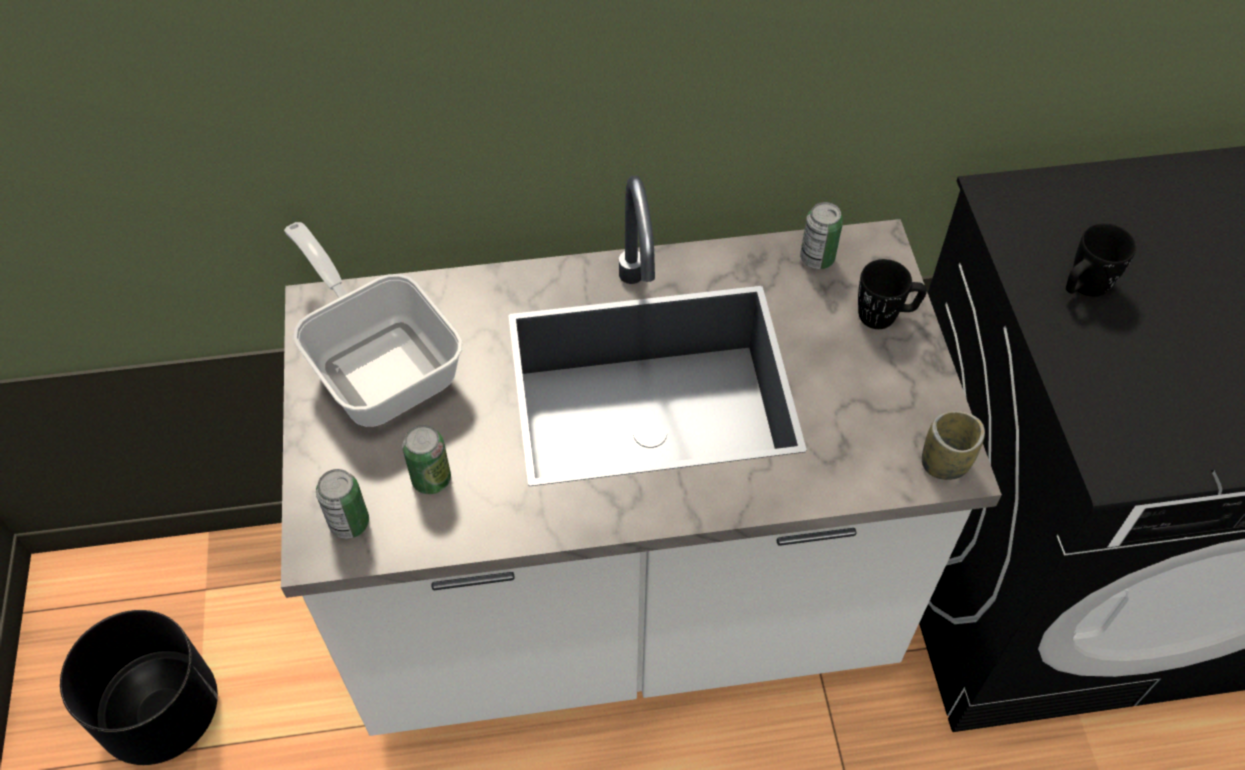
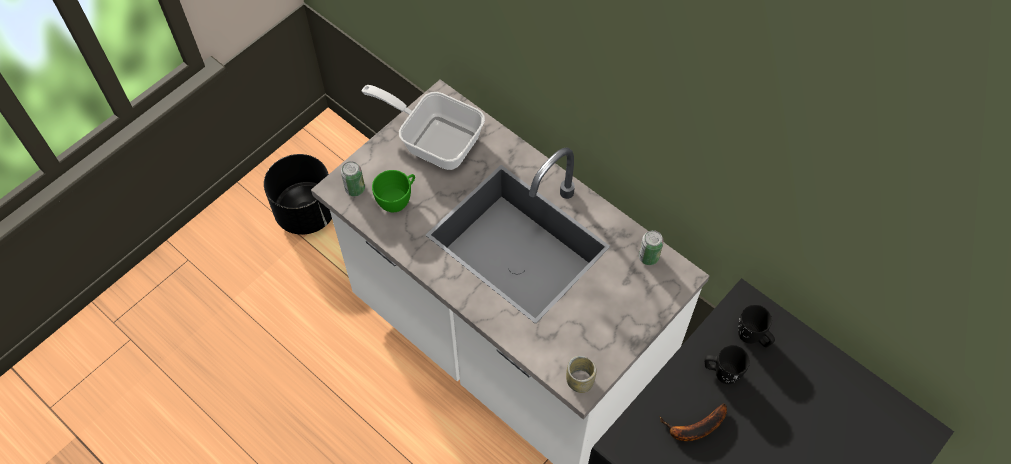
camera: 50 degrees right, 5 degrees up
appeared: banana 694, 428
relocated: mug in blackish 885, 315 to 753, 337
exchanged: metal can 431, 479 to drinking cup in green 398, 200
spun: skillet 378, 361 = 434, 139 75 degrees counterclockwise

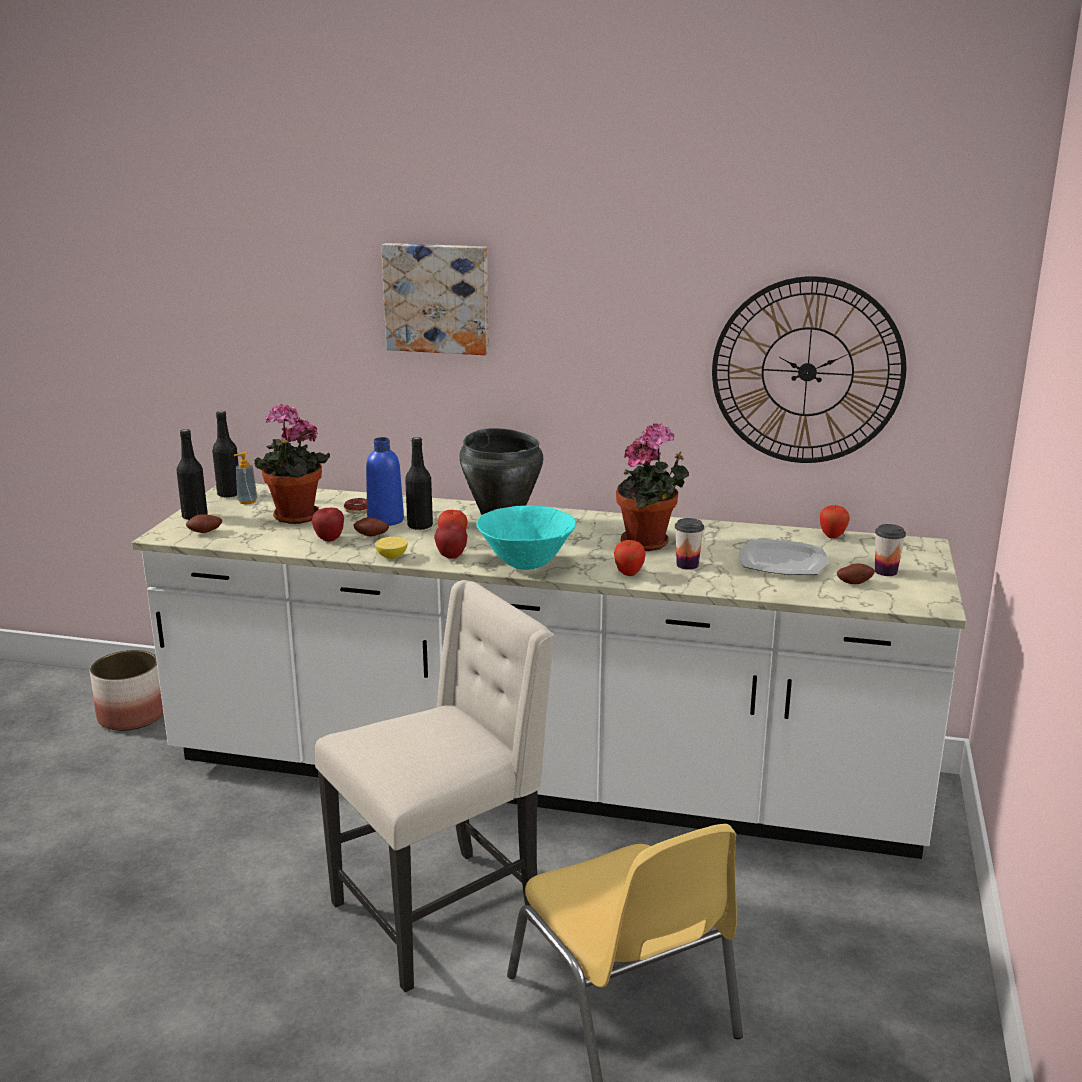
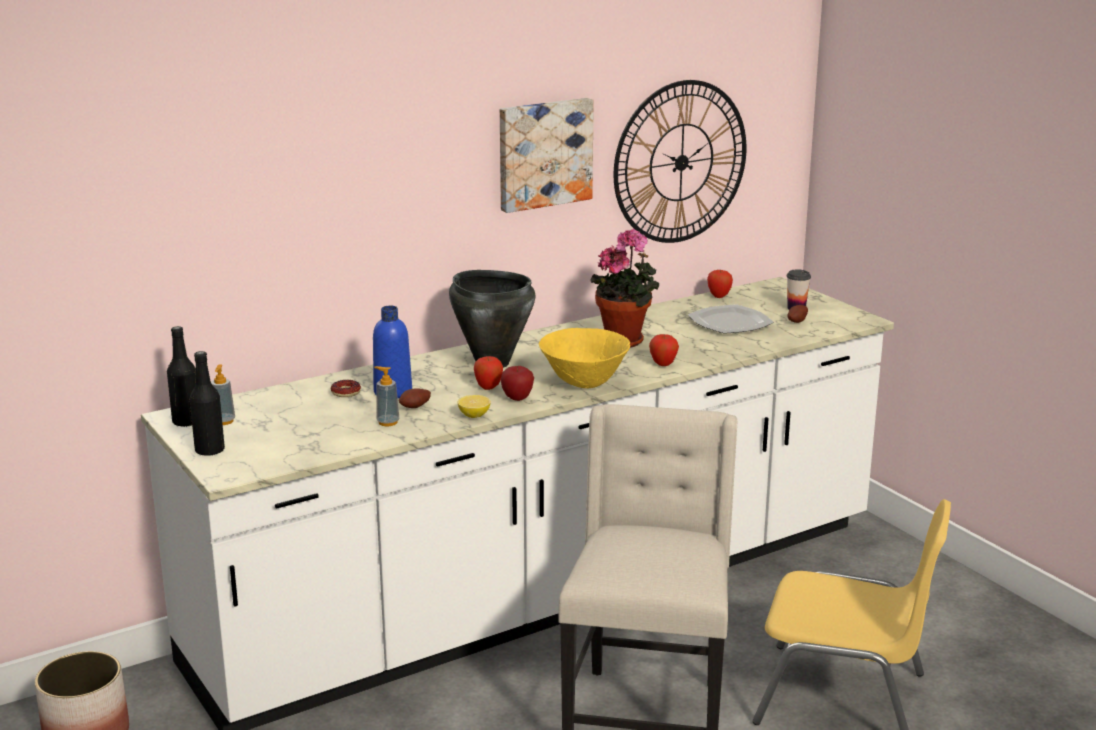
camera: 45 degrees left, 0 degrees up
missing: spud 205, 533; houseplant 294, 518; drink bottle in blackish 420, 526; drinking cup 687, 565
relocated: wall art 437, 298 to 543, 153
exchanged: whole apple 329, 539 to soap dispenser 387, 422
colour: serving bowl in turquoise 527, 565 to serving bowl in yellowish 584, 384

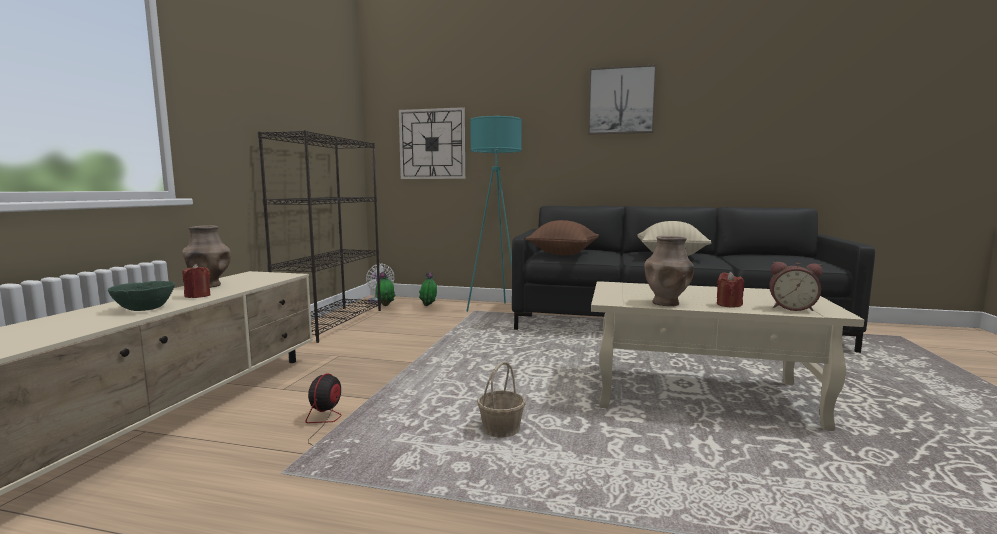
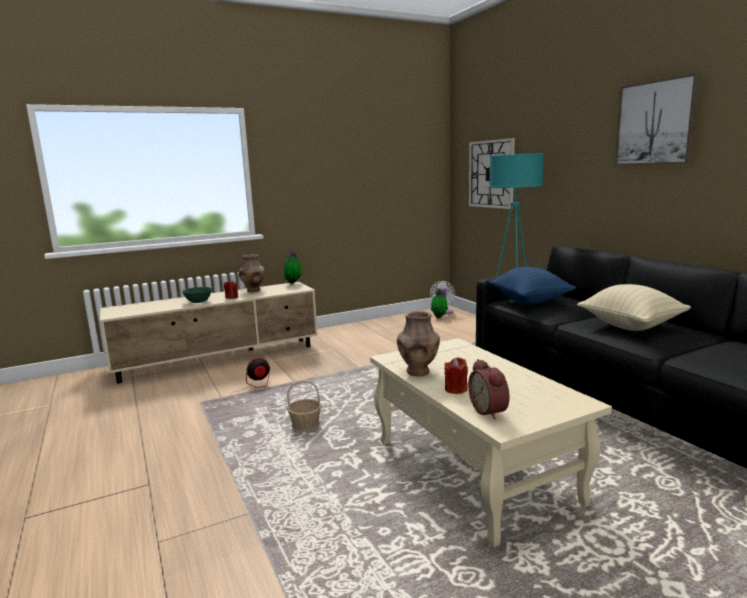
camera: 50 degrees right, 5 degrees up
missing: shelving unit in blackish 332, 323
relocated: houseplant 429, 306 to 293, 284
colour: pillow in brown 562, 254 to pillow in bluish 530, 302

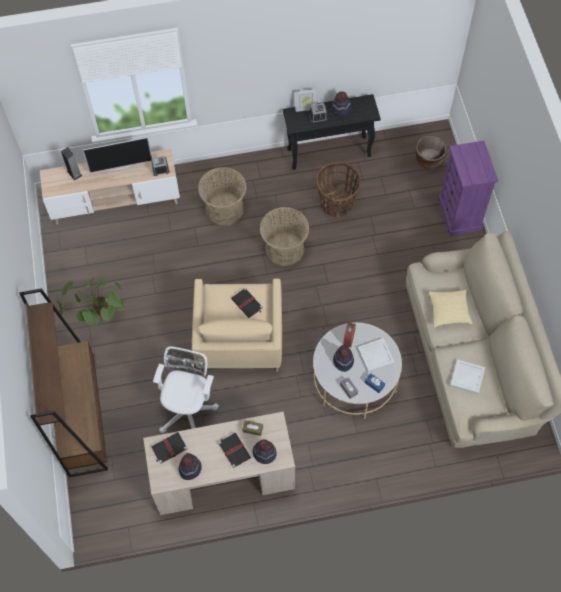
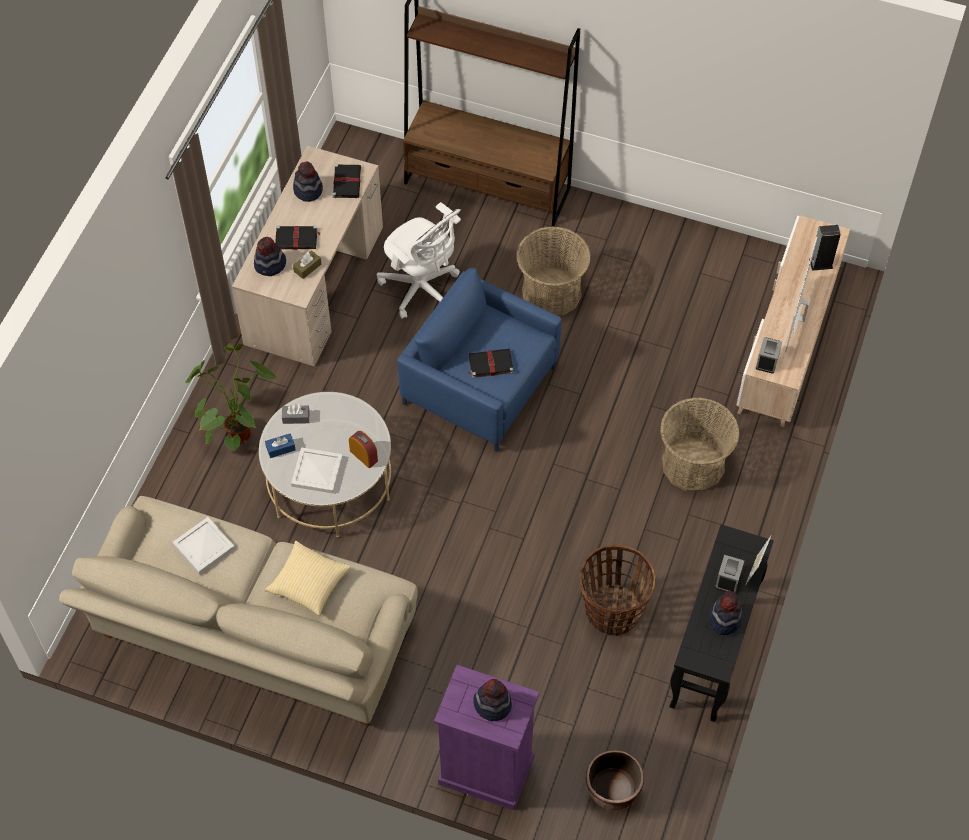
camera: 120 degrees right, 5 degrees down
relocated: houseplant 98, 316 to 235, 426; household basket 284, 248 to 551, 293; clothing hat 343, 361 to 492, 704
colour: easy chair in beige-coloured 239, 337 to easy chair in bluish 480, 385

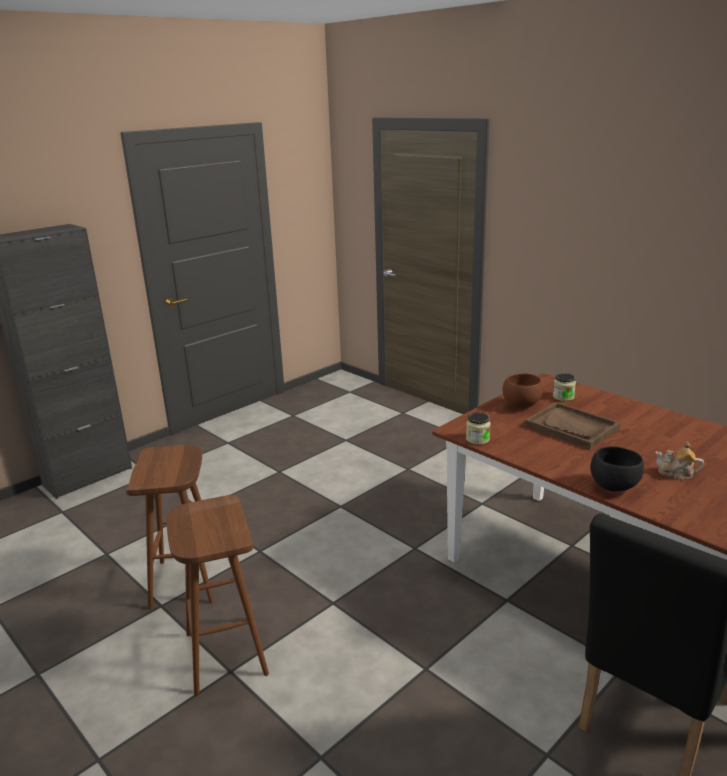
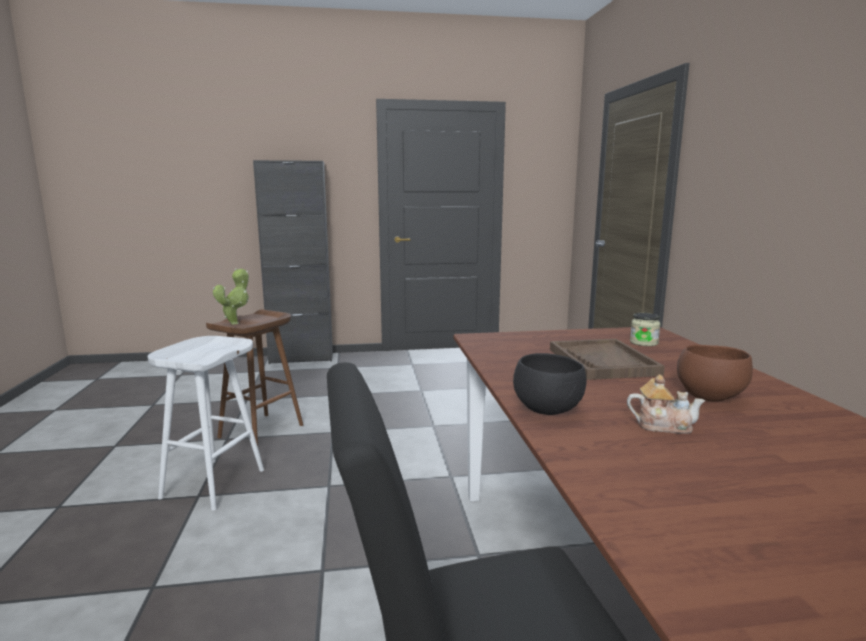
camera: 35 degrees right, 10 degrees down
missing: storage jar 477, 439
appeared: houseplant 236, 323
relocated: serving bowl in brown 520, 405 to 708, 396
colour: sitting stool in brown 224, 653 to sitting stool in white-coloured 213, 483
spun: tea pot 676, 474 = 662, 425 135 degrees clockwise

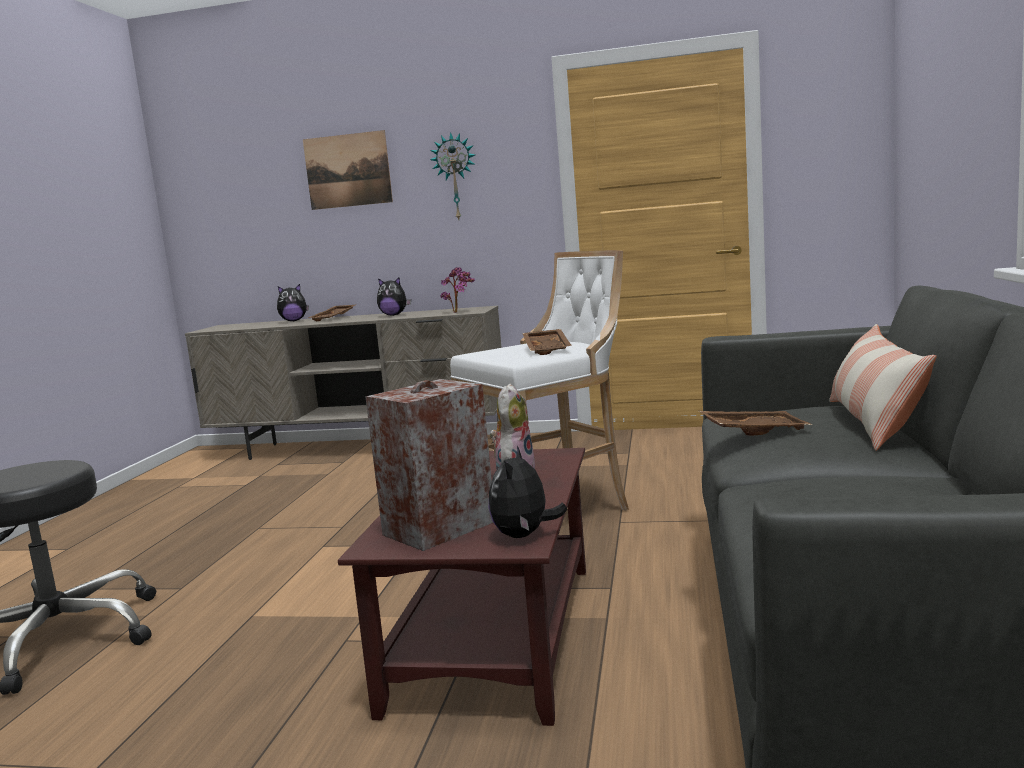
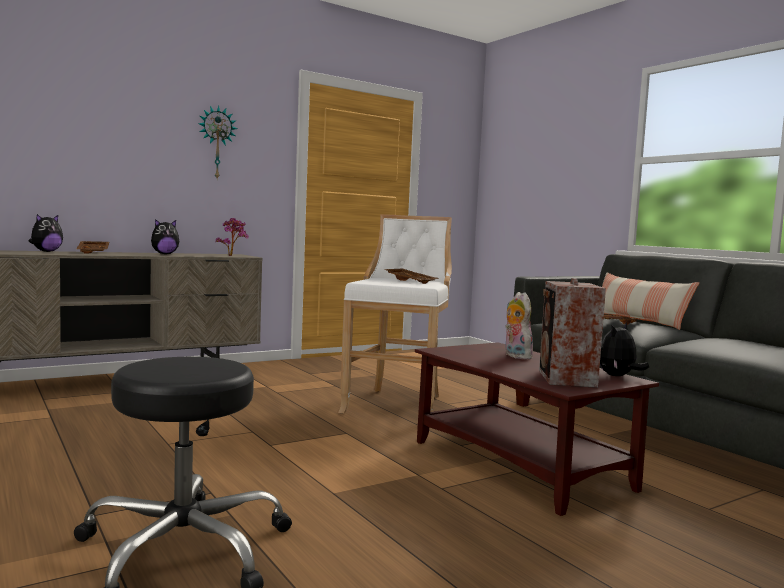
camera: 45 degrees left, 5 degrees down
missing: wall art 348, 170
spun: cuddly toy 524, 535 = 618, 376 75 degrees clockwise

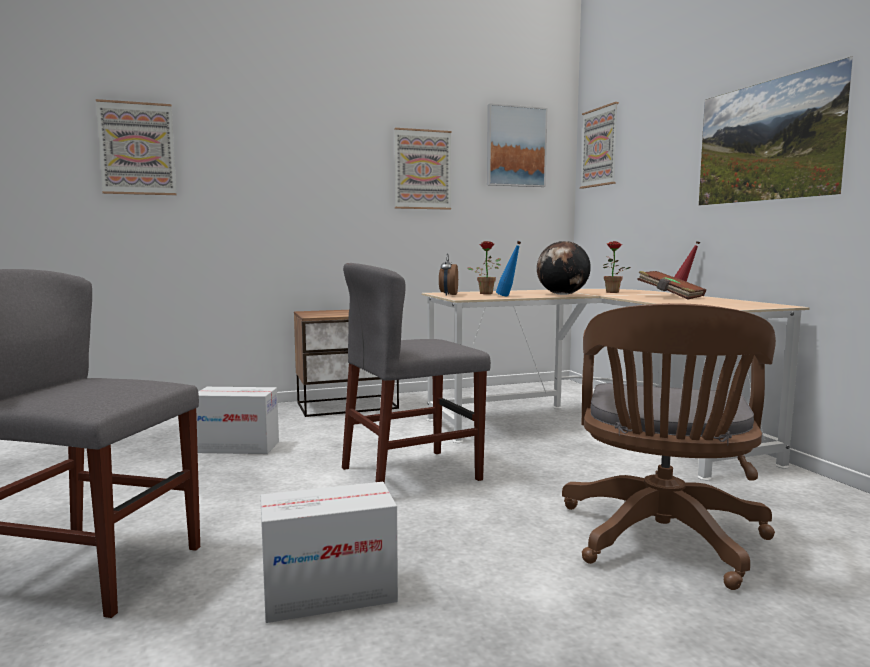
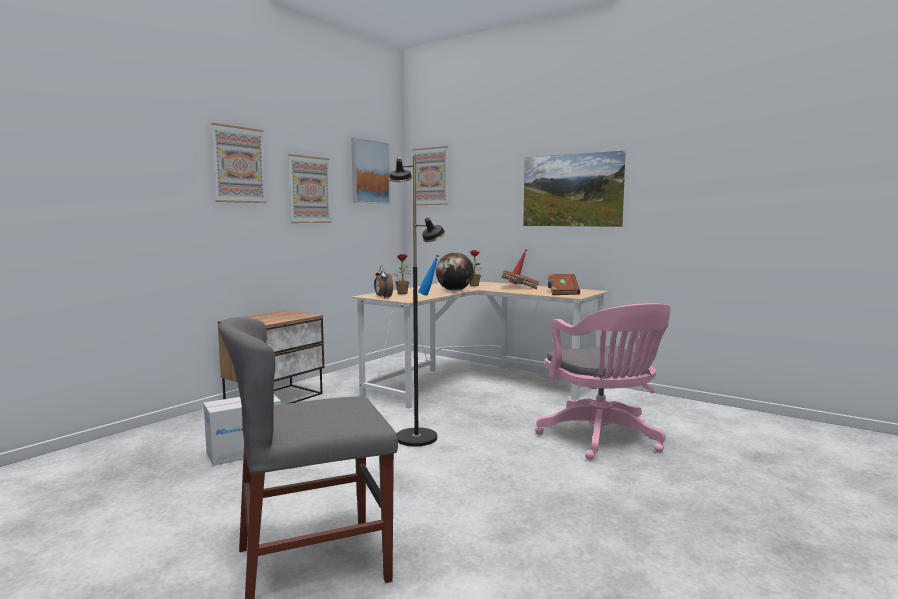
camera: 35 degrees left, 0 degrees up
missing: cardboard box 329, 594
appeared: volume in brown 562, 293
relocated: wall art 137, 149 to 239, 165
exchanged: upright chair in greyish 411, 474 to standing lamp in blackish 416, 438
colour: desk chair in brown 662, 541 to desk chair in pink-coloured 603, 439

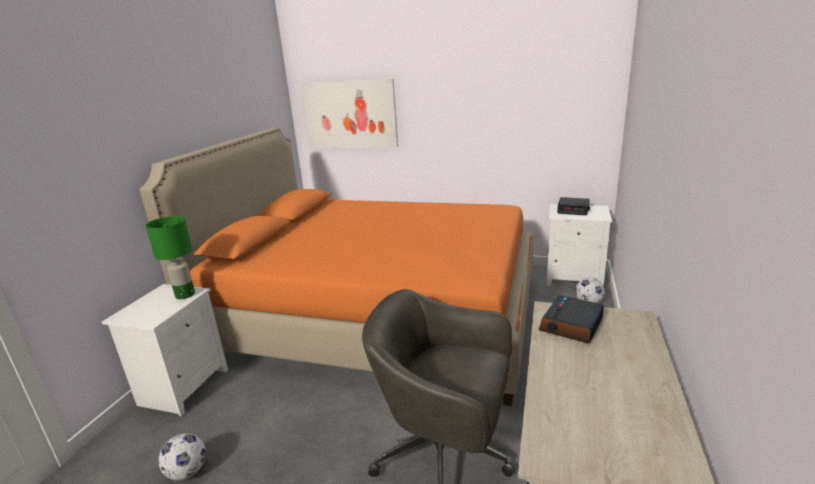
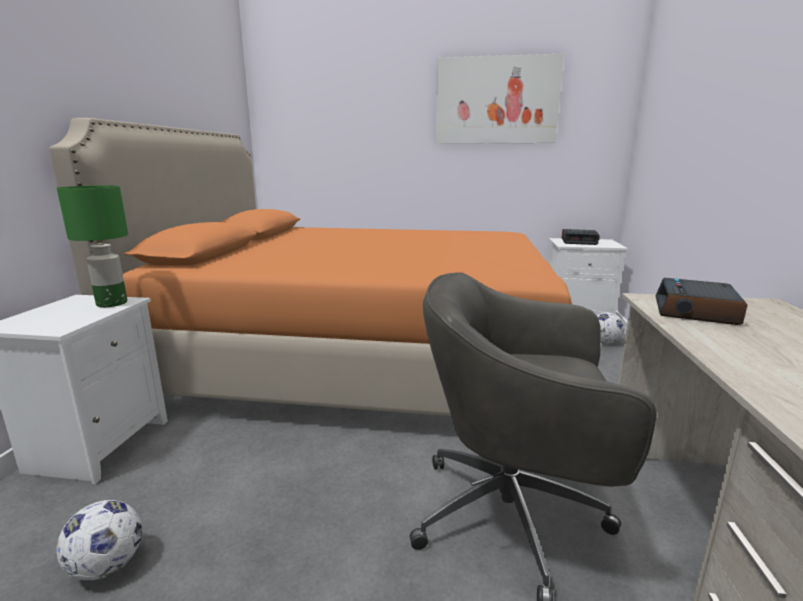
camera: 10 degrees left, 5 degrees down
relocated: wall art 350, 114 to 496, 101

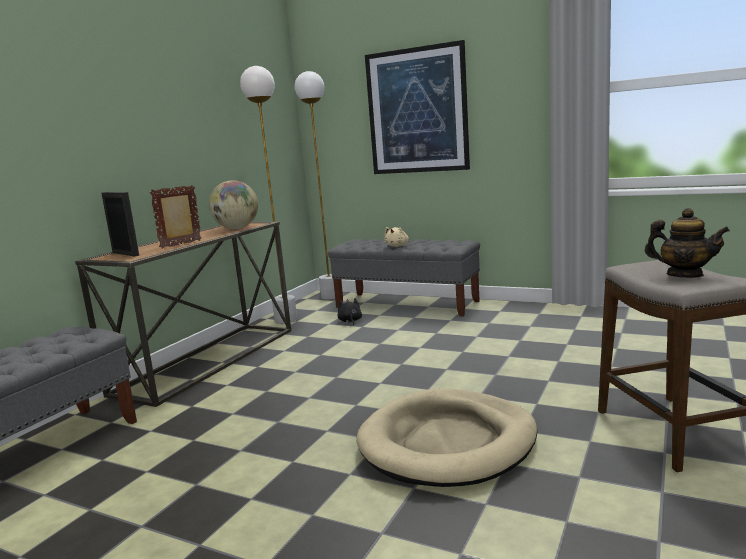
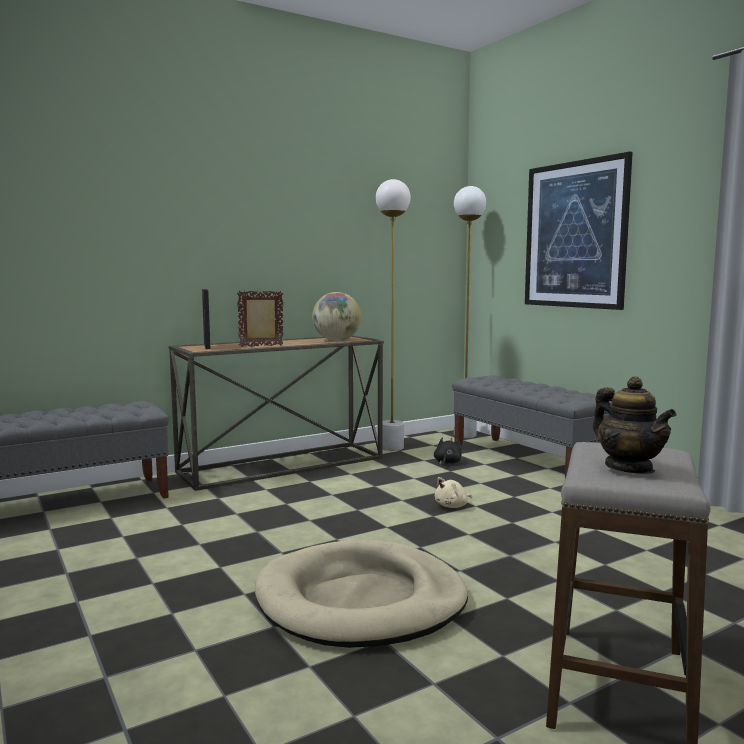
camera: 30 degrees right, 5 degrees down
relocated: cuddly toy in beige-coloured 397, 246 to 452, 506

